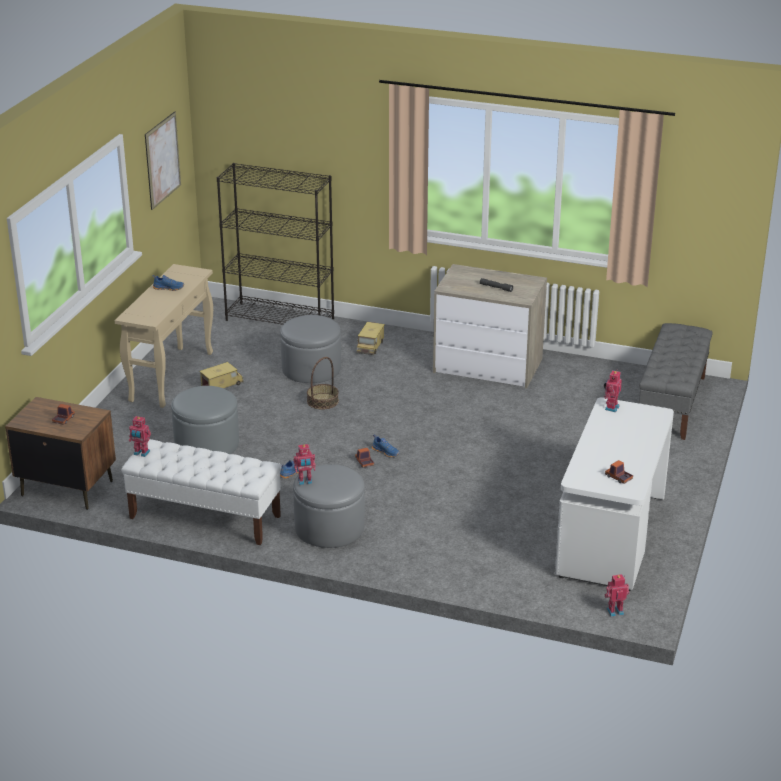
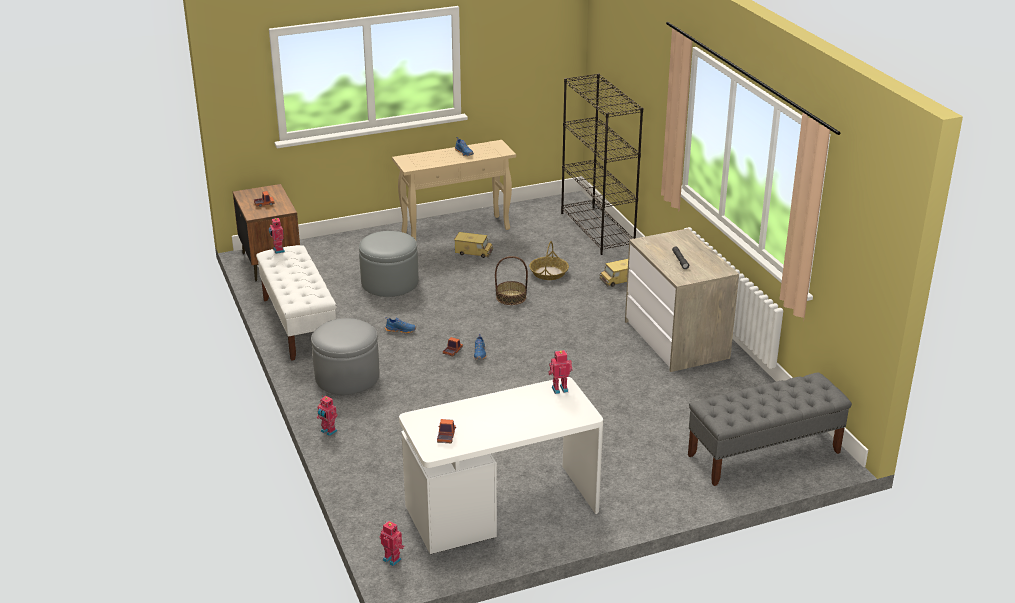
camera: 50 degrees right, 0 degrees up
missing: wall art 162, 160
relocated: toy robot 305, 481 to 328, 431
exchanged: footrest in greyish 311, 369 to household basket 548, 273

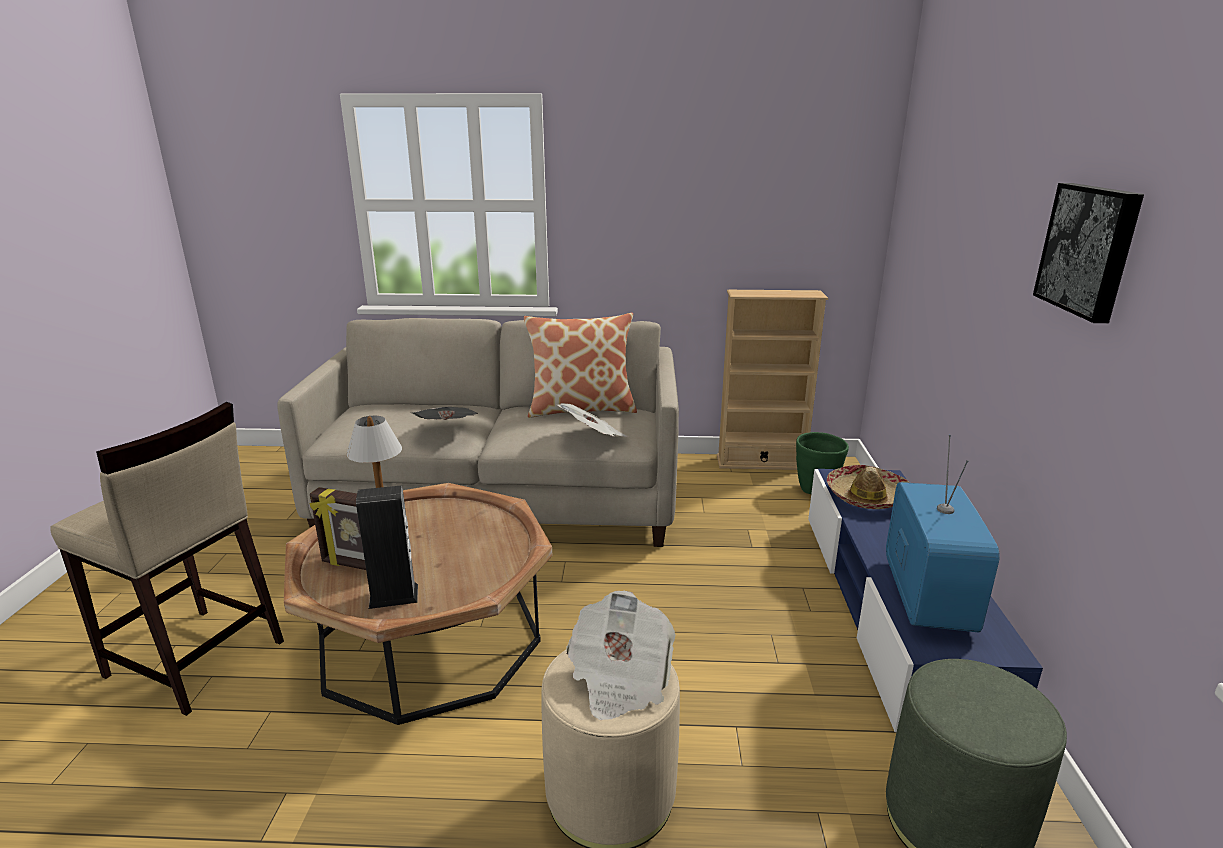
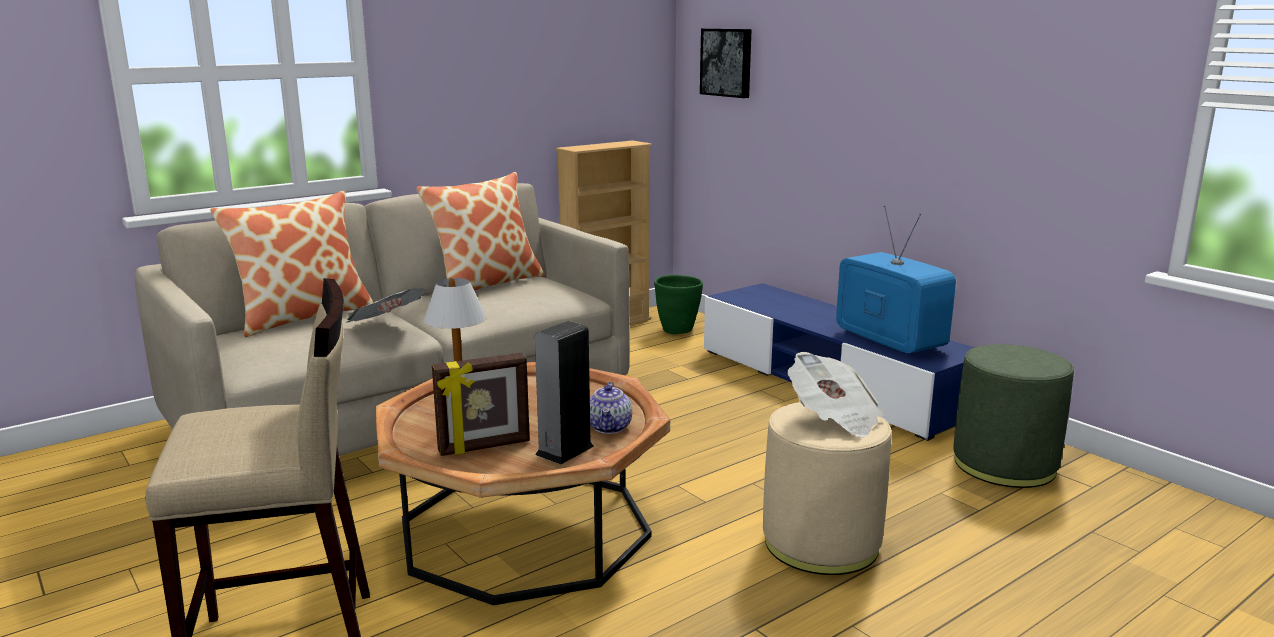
camera: 40 degrees left, 5 degrees down
missing: newspaper 593, 437; clothing hat 867, 496
appeared: pillow 303, 317; tea pot 609, 427
relocated: wall art 1090, 250 to 727, 62

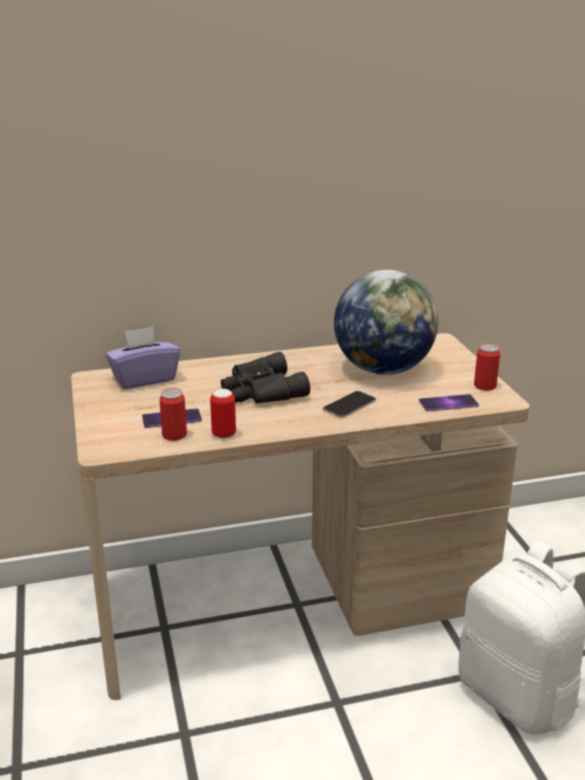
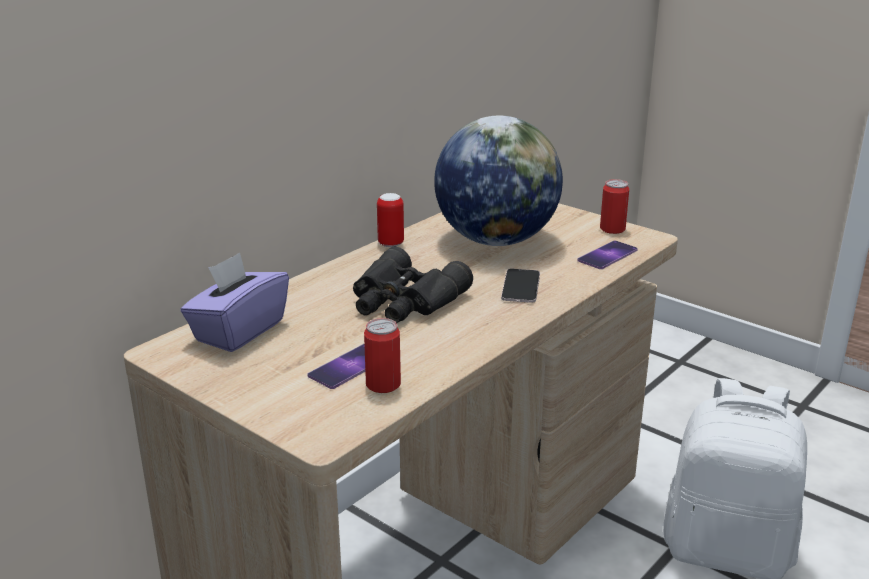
camera: 35 degrees left, 0 degrees up
relocated: metal can 224, 434 to 391, 243

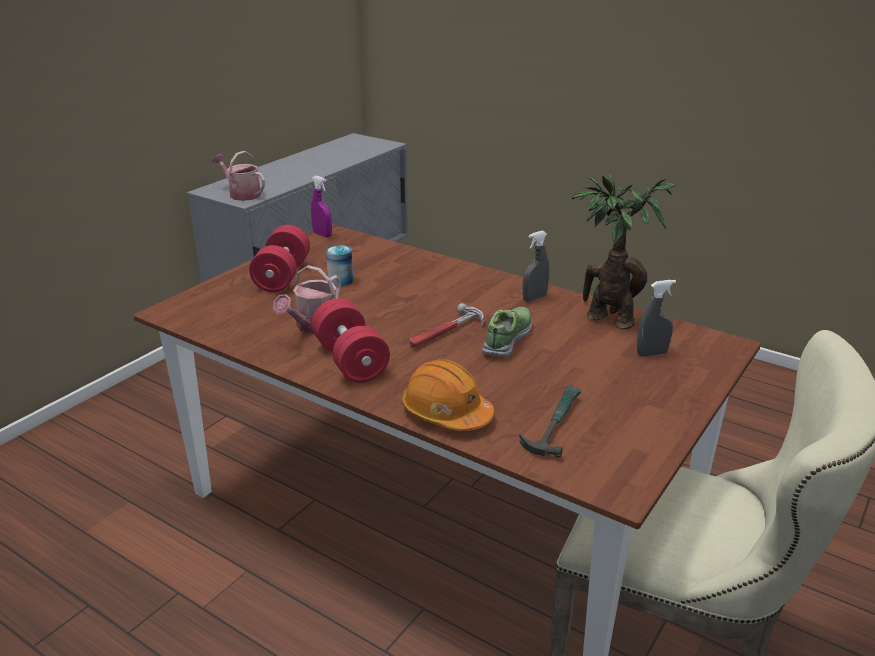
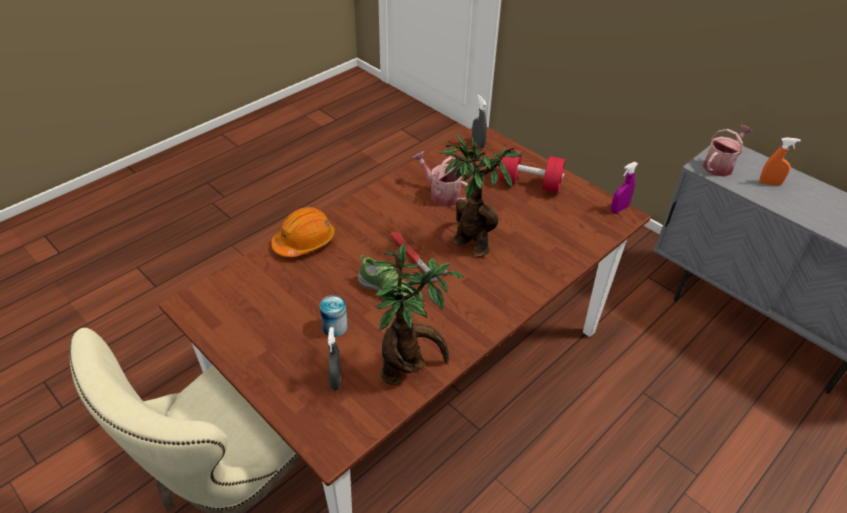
camera: 100 degrees right, 15 degrees up
missing: free weight in red 350, 361; tool hammer 554, 424
appeared: houseplant 469, 242; hand sprayer in orangey 769, 183
relocated: metal can 340, 280 to 335, 327; hand sprayer in greyish 534, 298 to 478, 143

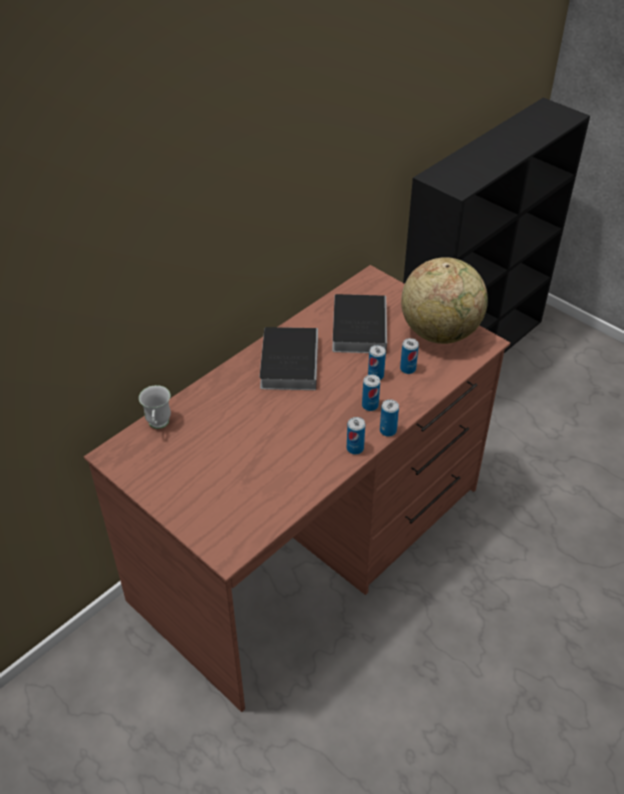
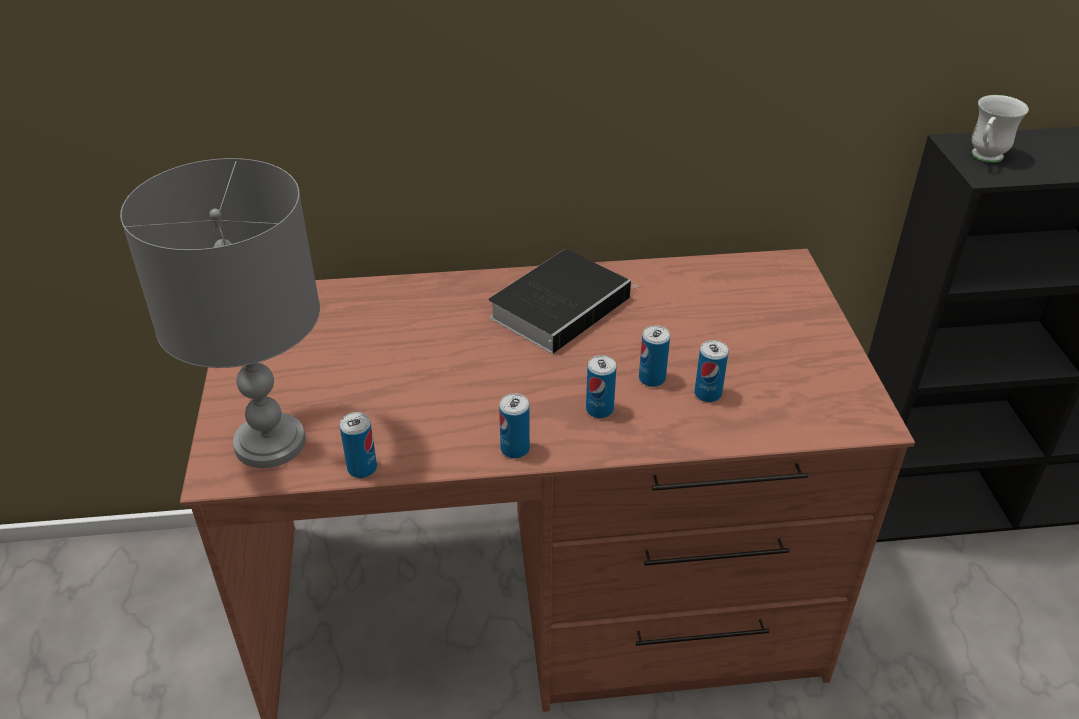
camera: 40 degrees right, 5 degrees down
missing: volume 359, 326; globe 440, 332
appeared: lamp for a table in greyish 268, 443
relocated: mug in white-coloured 158, 426 to 984, 159; metal can 388, 431 to 362, 468

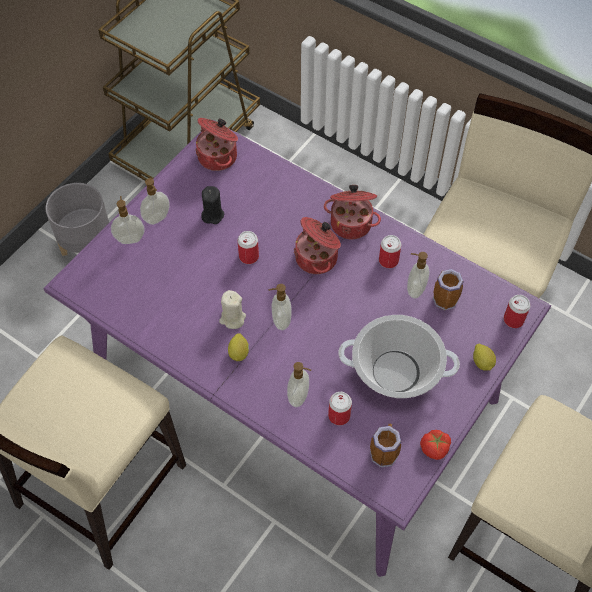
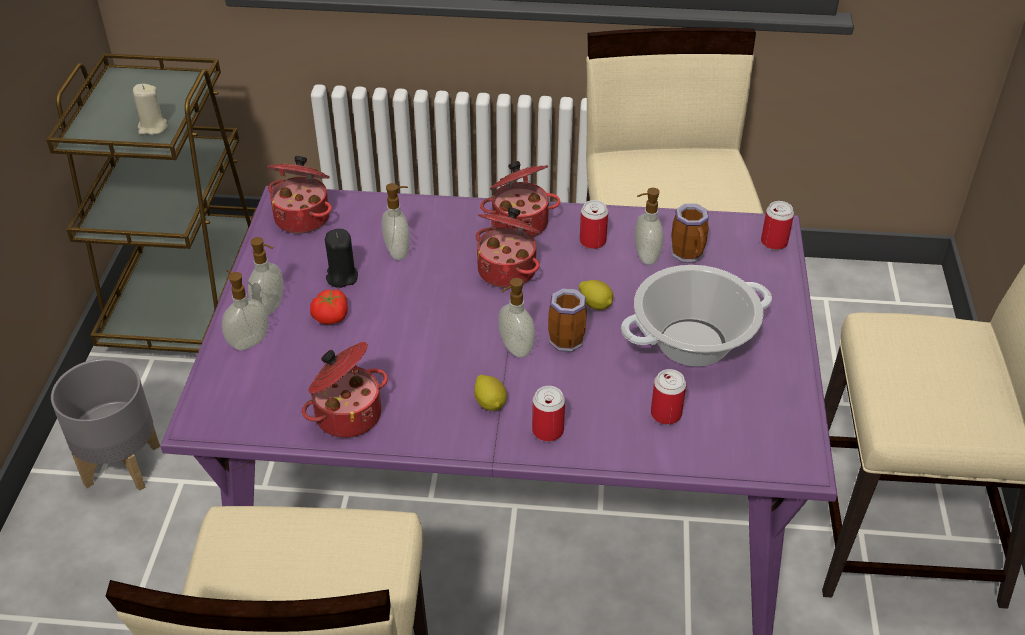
camera: 30 degrees left, 15 degrees down
appeared: saucepot 347, 414
relocated: wax candle in beige-coloured 232, 319 to 152, 127; metal can 249, 256 to 547, 431; soap dispenser 299, 396 to 399, 251; mug 383, 452 to 563, 338; whole tomato 435, 448 to 331, 317; citrus fruit 482, 362 to 595, 305

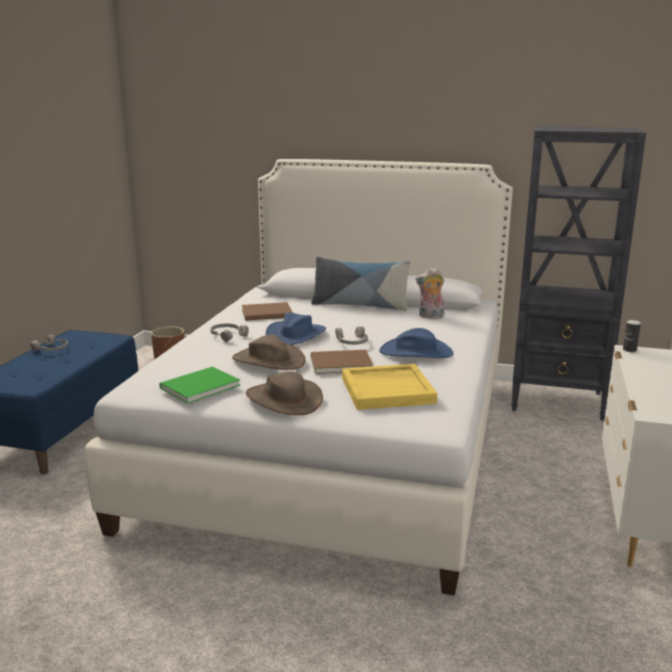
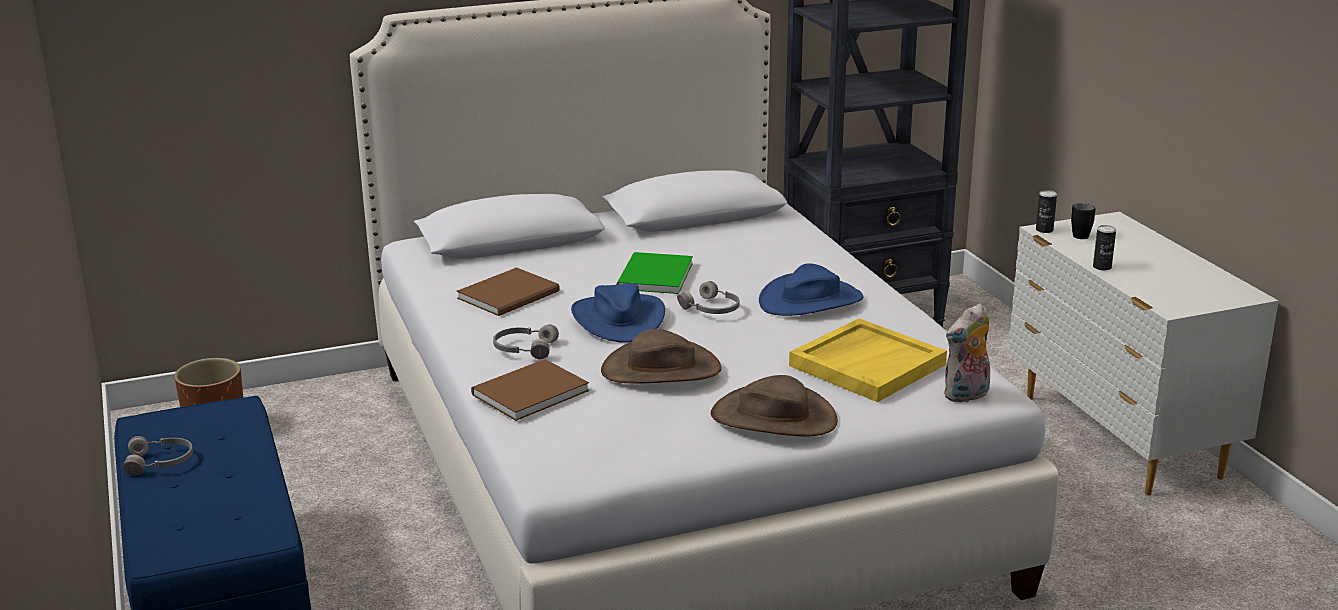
camera: 35 degrees left, 5 degrees up
missing: pillow 360, 305
appeared: mug in blackish 1078, 234; metal can 1102, 267
relocated: volume in green 197, 387 to 652, 277; volume in brown 339, 363 to 526, 393; cuddly toy 430, 316 to 966, 396

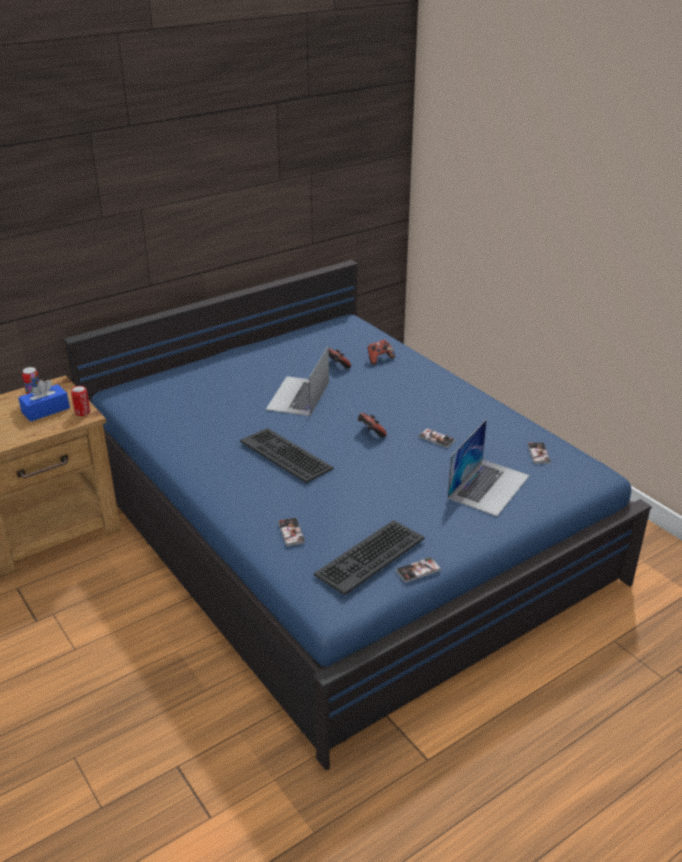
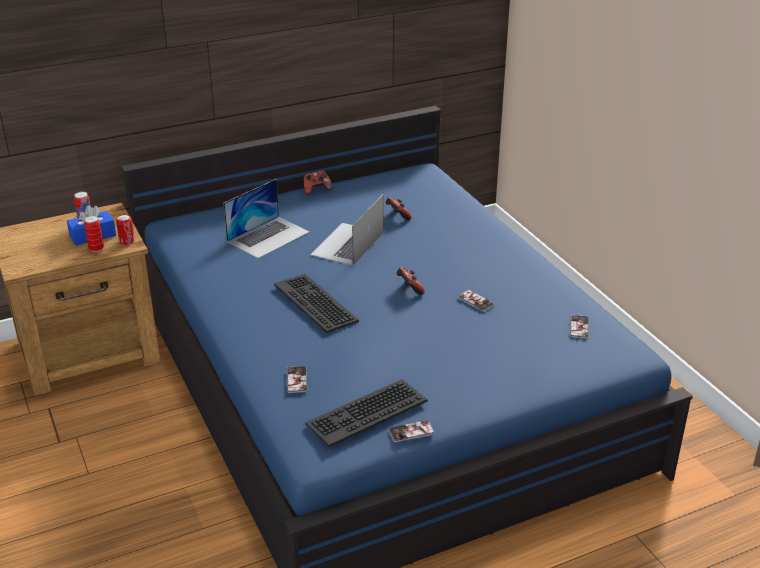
camera: 10 degrees right, 0 degrees up
appeared: metal can 96, 249
relocated: joypad 379, 359 to 316, 189; laptop 488, 486 to 268, 236

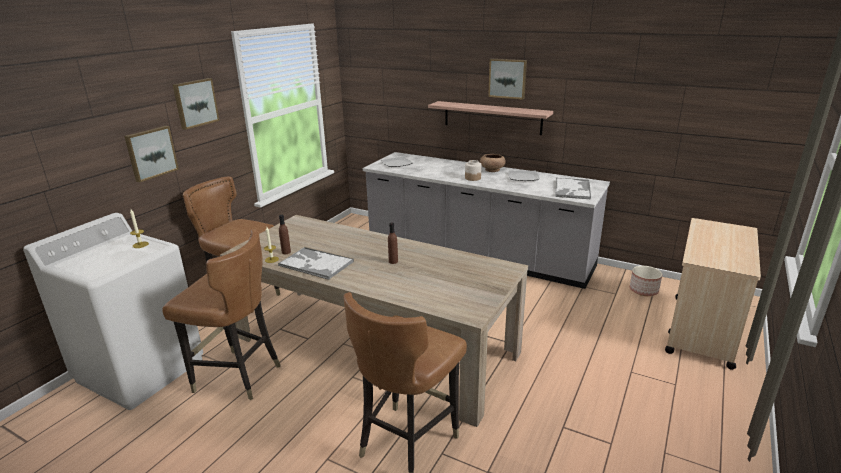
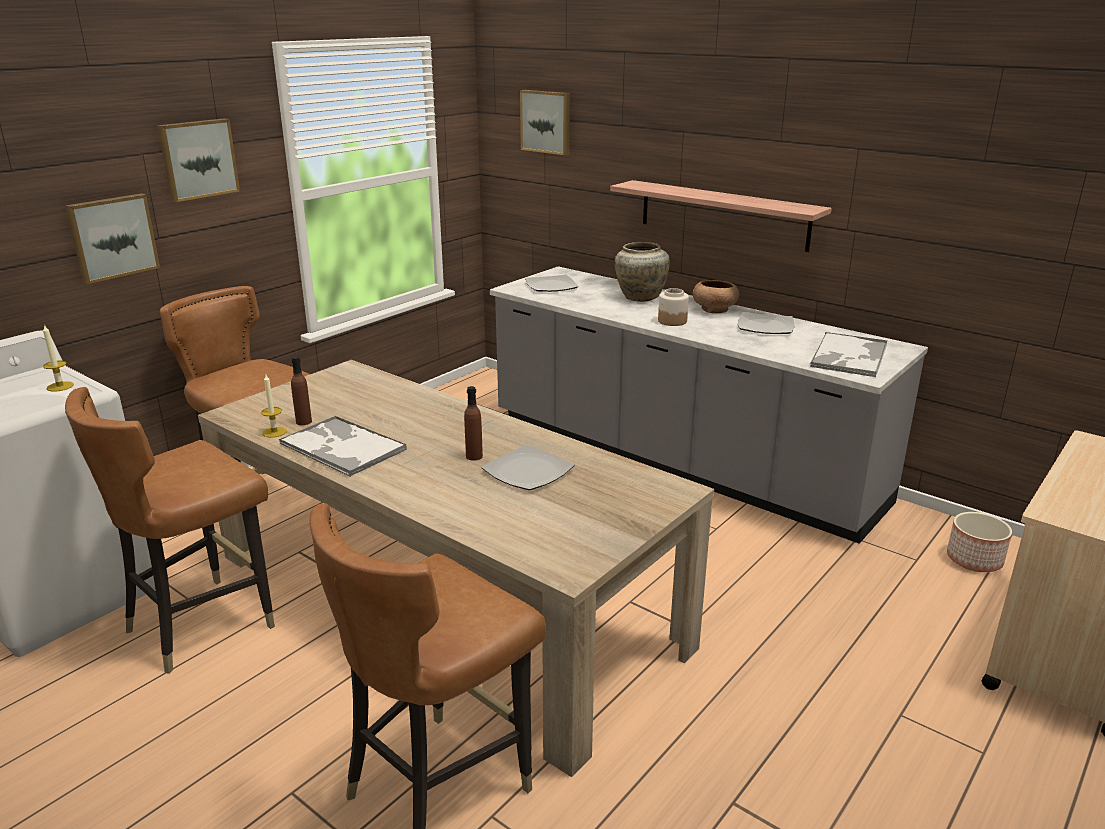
camera: 10 degrees right, 0 degrees up
appeared: flat dish 528, 471; vase in beige-coloured 640, 297
relocated: wall art 508, 78 to 546, 121
spun: upright chair in brown 237, 376 = 201, 624 105 degrees clockwise

